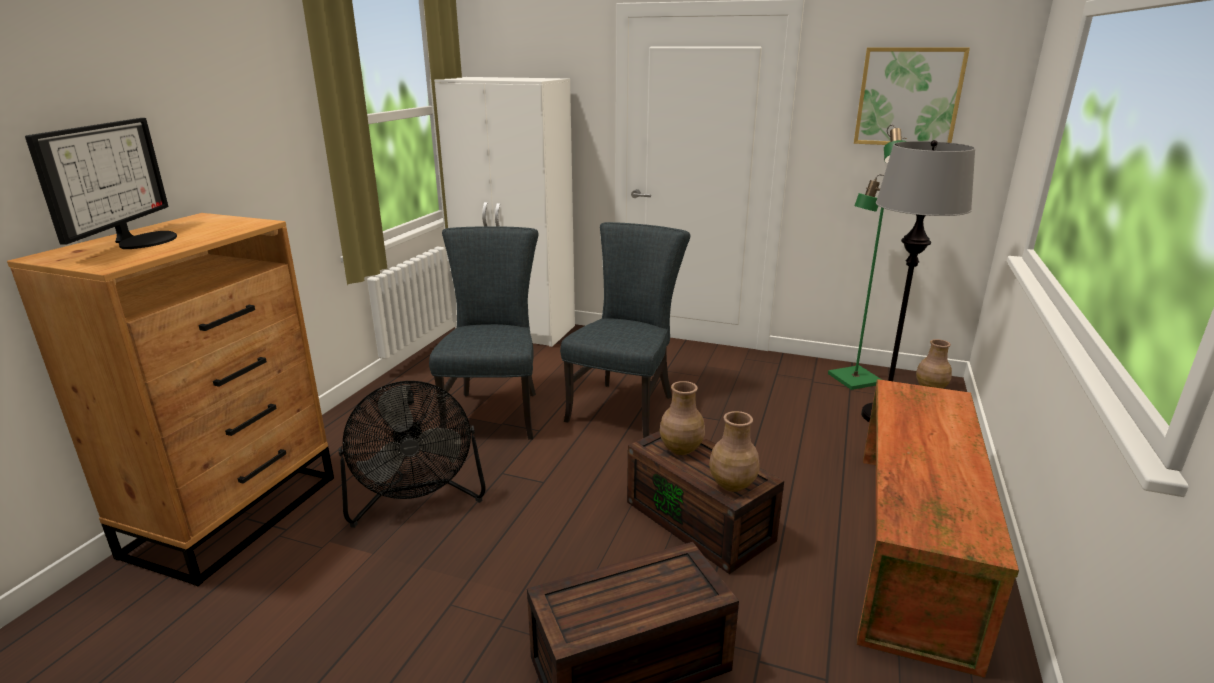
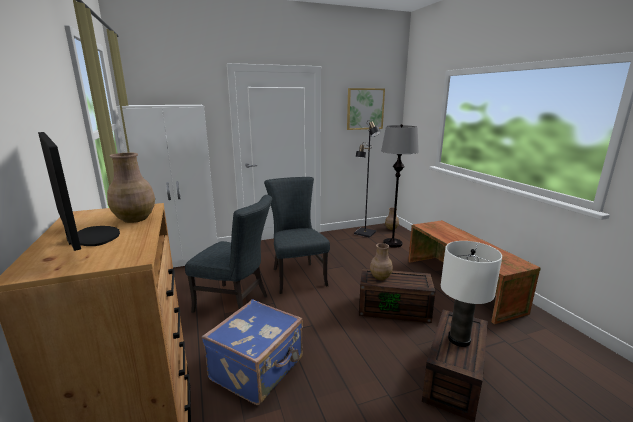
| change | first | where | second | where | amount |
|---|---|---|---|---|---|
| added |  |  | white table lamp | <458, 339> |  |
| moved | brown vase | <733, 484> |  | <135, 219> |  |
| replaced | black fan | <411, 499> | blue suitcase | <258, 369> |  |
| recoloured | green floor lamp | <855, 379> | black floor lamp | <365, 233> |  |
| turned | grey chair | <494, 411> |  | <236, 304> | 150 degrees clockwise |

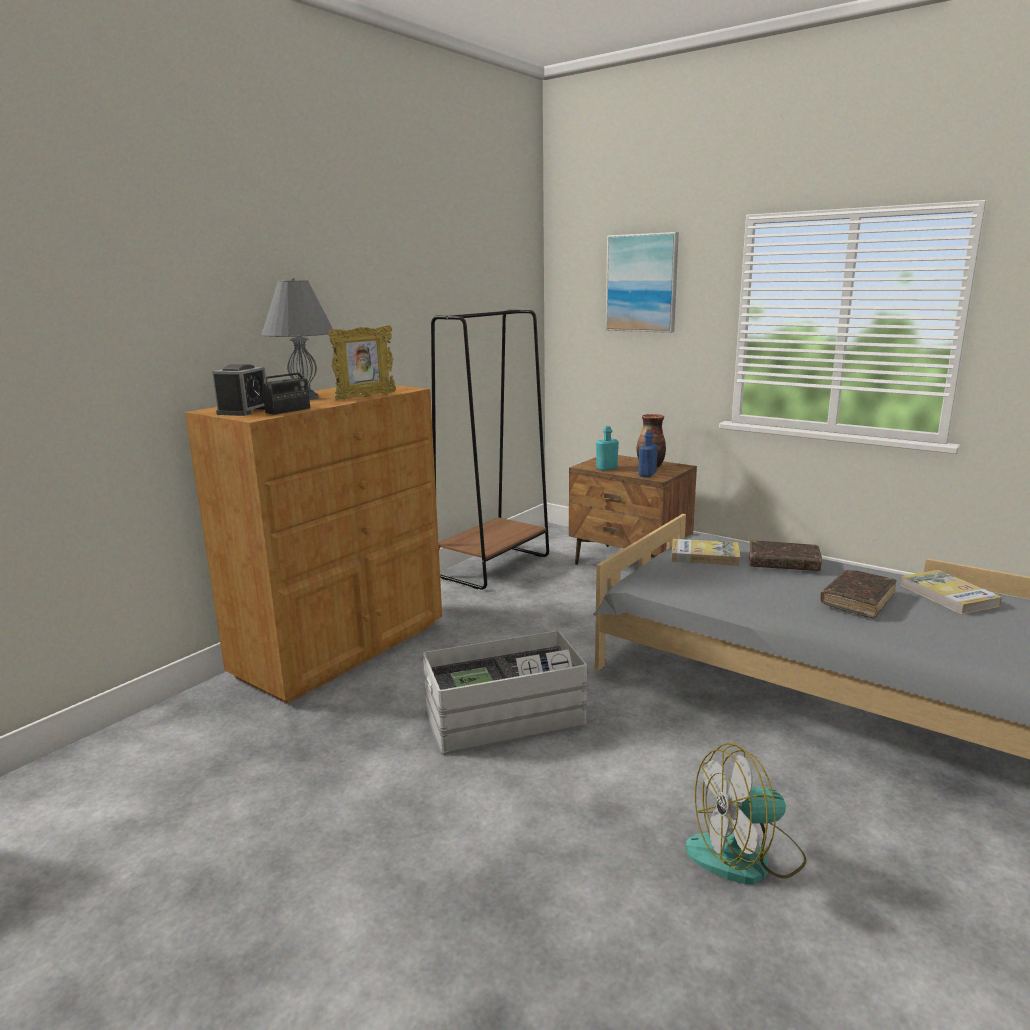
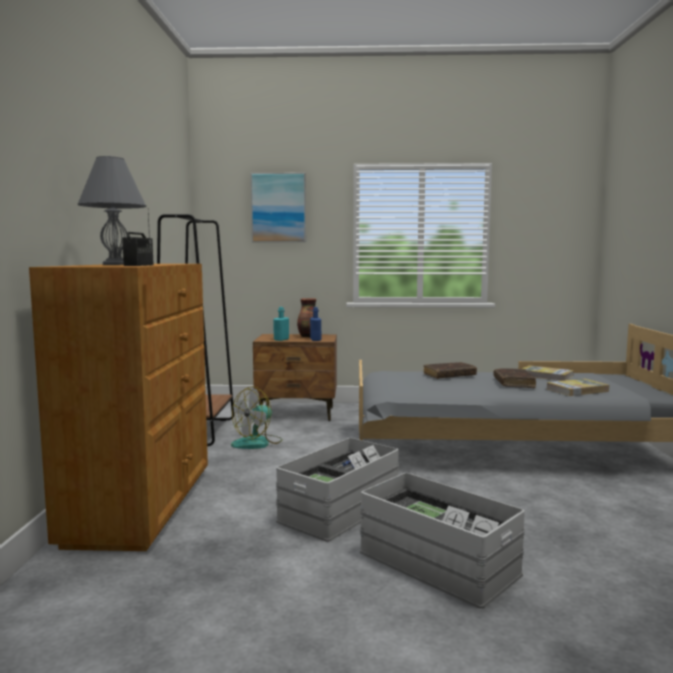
| change | first | where | second | where | amount |
|---|---|---|---|---|---|
| removed | alarm clock | <244, 411> |  |  |  |
| removed | picture frame | <365, 397> |  |  |  |
| added |  |  | grey storage box | <439, 562> |  |
| moved | book | <704, 556> |  | <577, 390> |  |
| moved | fan | <746, 856> |  | <257, 443> |  |

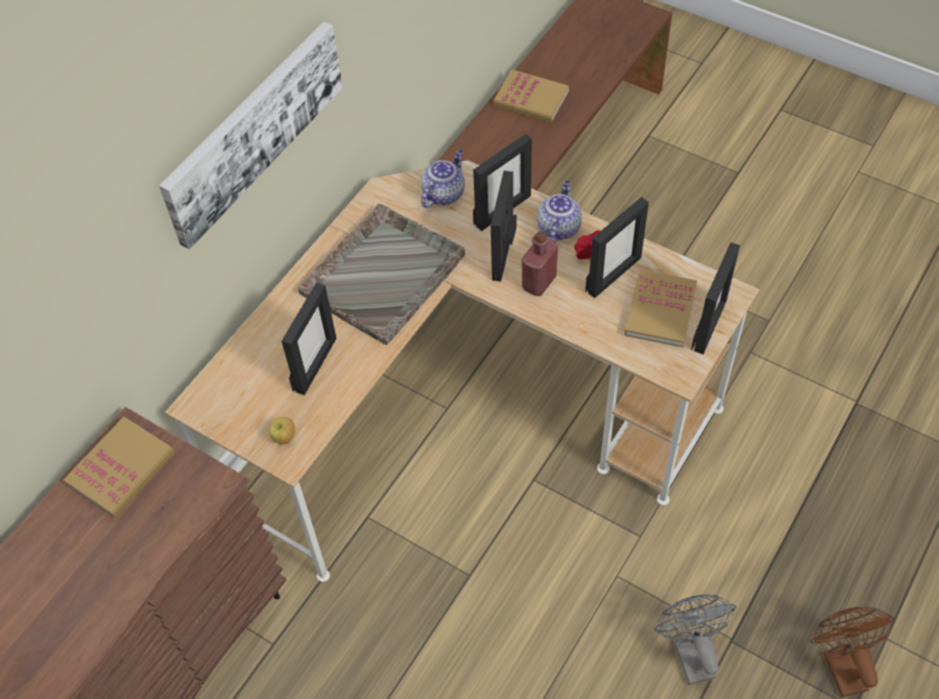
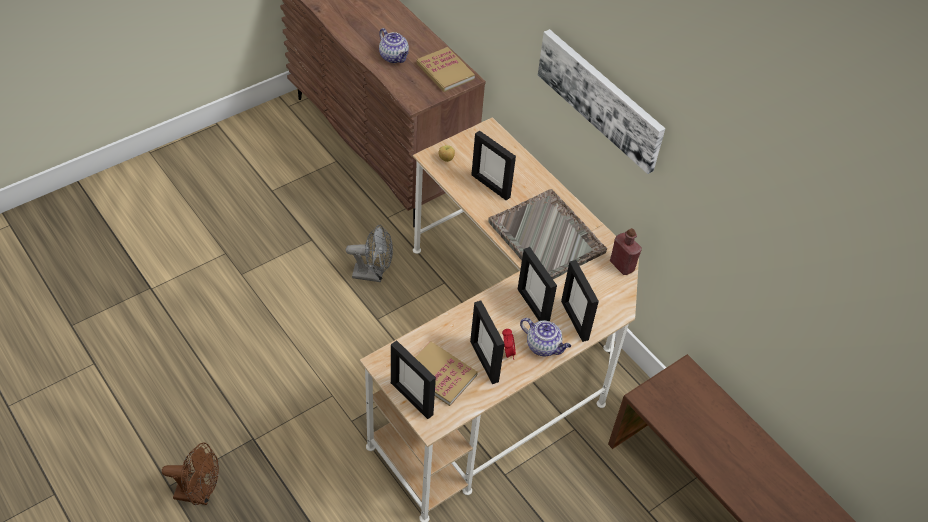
| change | first | where | second | where | amount |
|---|---|---|---|---|---|
| removed | book | <531, 99> |  |  |  |
| moved | teapot | <443, 193> |  | <394, 57> |  |
| moved | red bottle | <539, 282> |  | <622, 265> |  |
| moved | grey fan | <689, 652> |  | <373, 274> |  |
| turned | picture frame | <504, 254> |  | <534, 306> | 150 degrees counterclockwise |

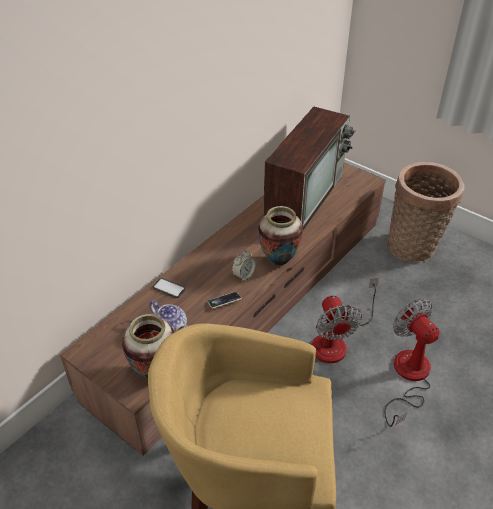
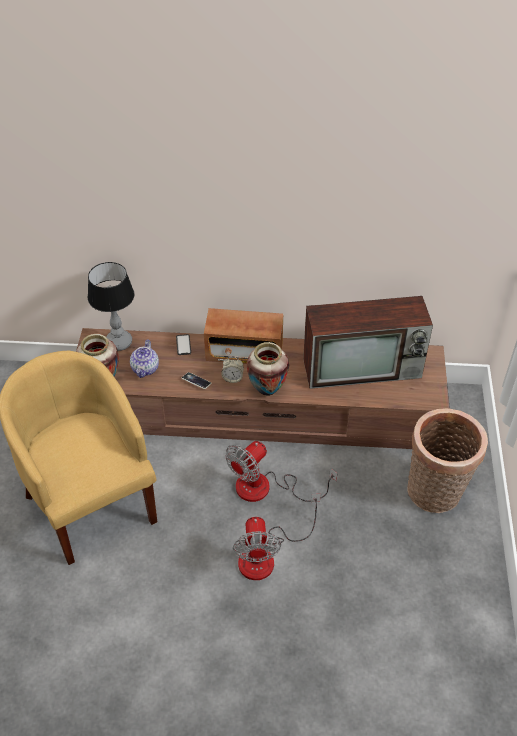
| change | first | where | second | where | amount |
|---|---|---|---|---|---|
| added |  |  | table lamp | <118, 342> |  |
| added |  |  | radio | <244, 352> |  |
| turned | fan | <408, 377> |  | <266, 555> | 150 degrees clockwise |

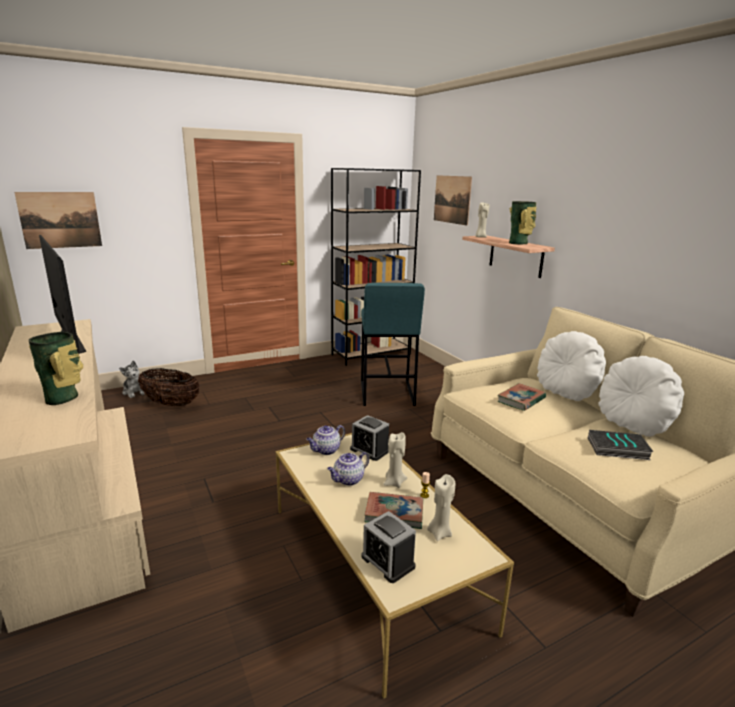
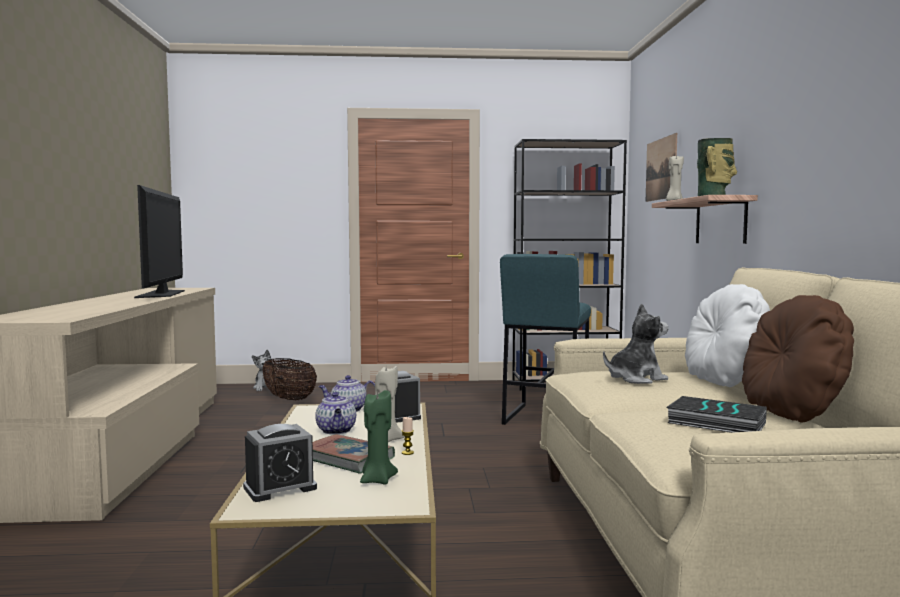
| change | first | where | second | where | amount |
|---|---|---|---|---|---|
| removed | picture | <60, 220> |  |  |  |
| removed | vase | <64, 397> |  |  |  |
| replaced | book | <521, 400> | plush toy | <635, 379> |  |
| recoloured | beige candle | <439, 533> | green candle | <377, 480> |  |
| recoloured | white pillow | <632, 426> | brown pillow | <792, 415> |  |
| turned | teapot | <348, 480> |  | <336, 431> | 90 degrees counterclockwise |
| turned | alarm clock | <388, 562> |  | <280, 488> | 105 degrees counterclockwise |

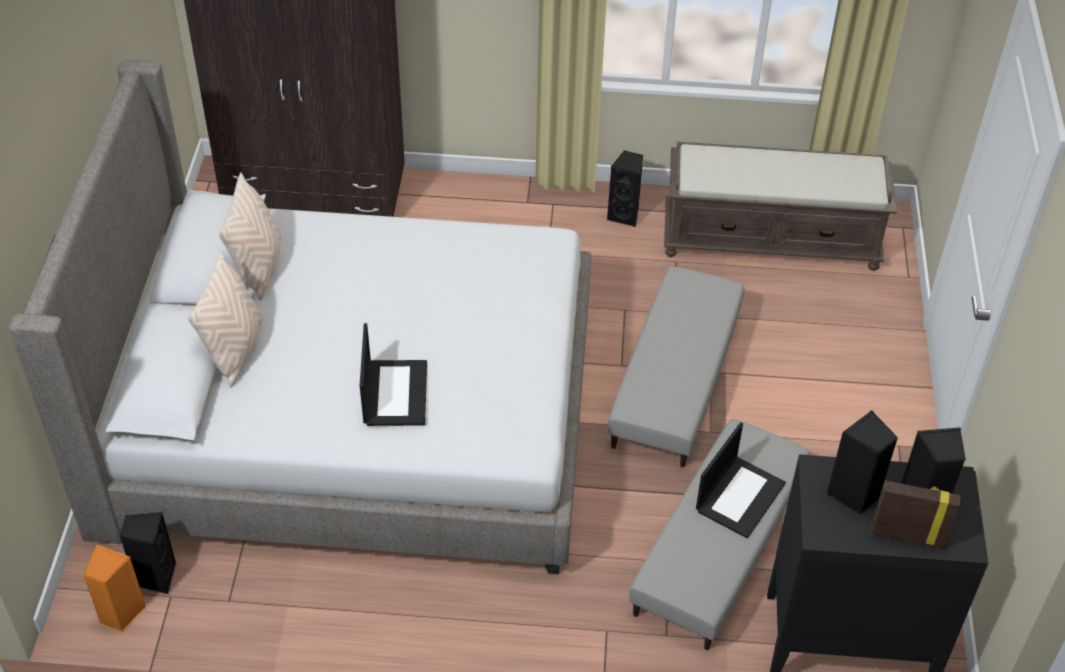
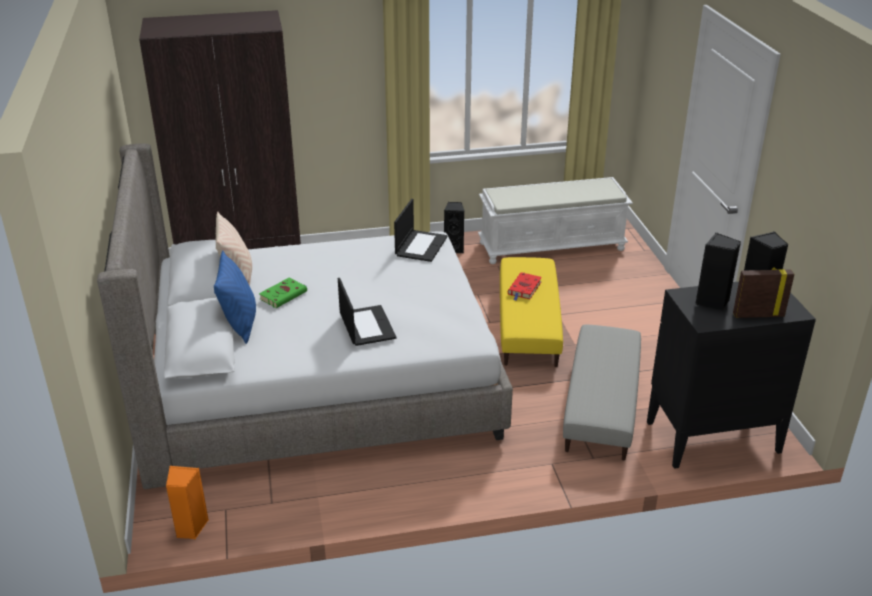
| change | first | where | second | where | amount |
|---|---|---|---|---|---|
| removed | black speaker | <156, 577> |  |  |  |
| added |  |  | green book | <284, 295> |  |
| added |  |  | red book | <524, 289> |  |
| moved | laptop | <740, 496> |  | <421, 246> |  |
| recoloured | beige pillow | <235, 350> | blue pillow | <240, 324> |  |
| recoloured | grey ottoman | <676, 380> | yellow ottoman | <528, 323> |  |
| recoloured | brown bench | <772, 239> | white bench | <552, 246> |  |

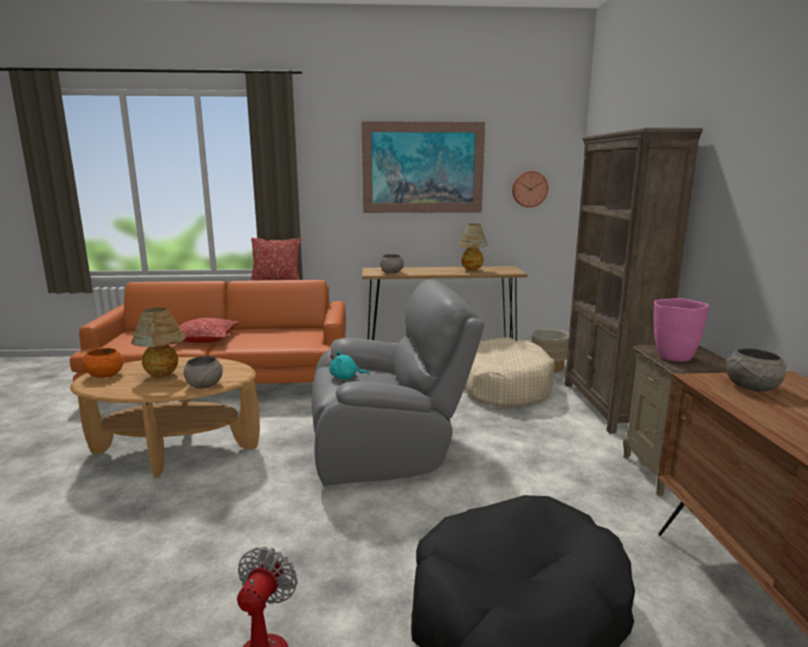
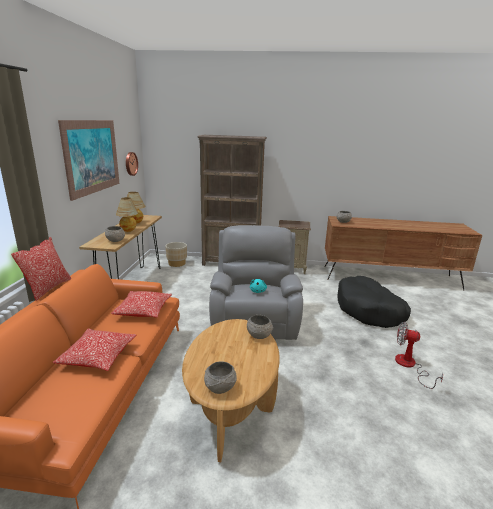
| change | first | where | second | where | amount |
|---|---|---|---|---|---|
| removed | beige dog bed | <504, 386> |  |  |  |
| removed | pink vase | <673, 357> |  |  |  |
| added |  |  | pillow | <143, 311> |  |
| moved | table lamp | <163, 375> |  | <128, 231> |  |
| recoloured | orange bowl | <105, 375> | grey bowl | <219, 388> |  |

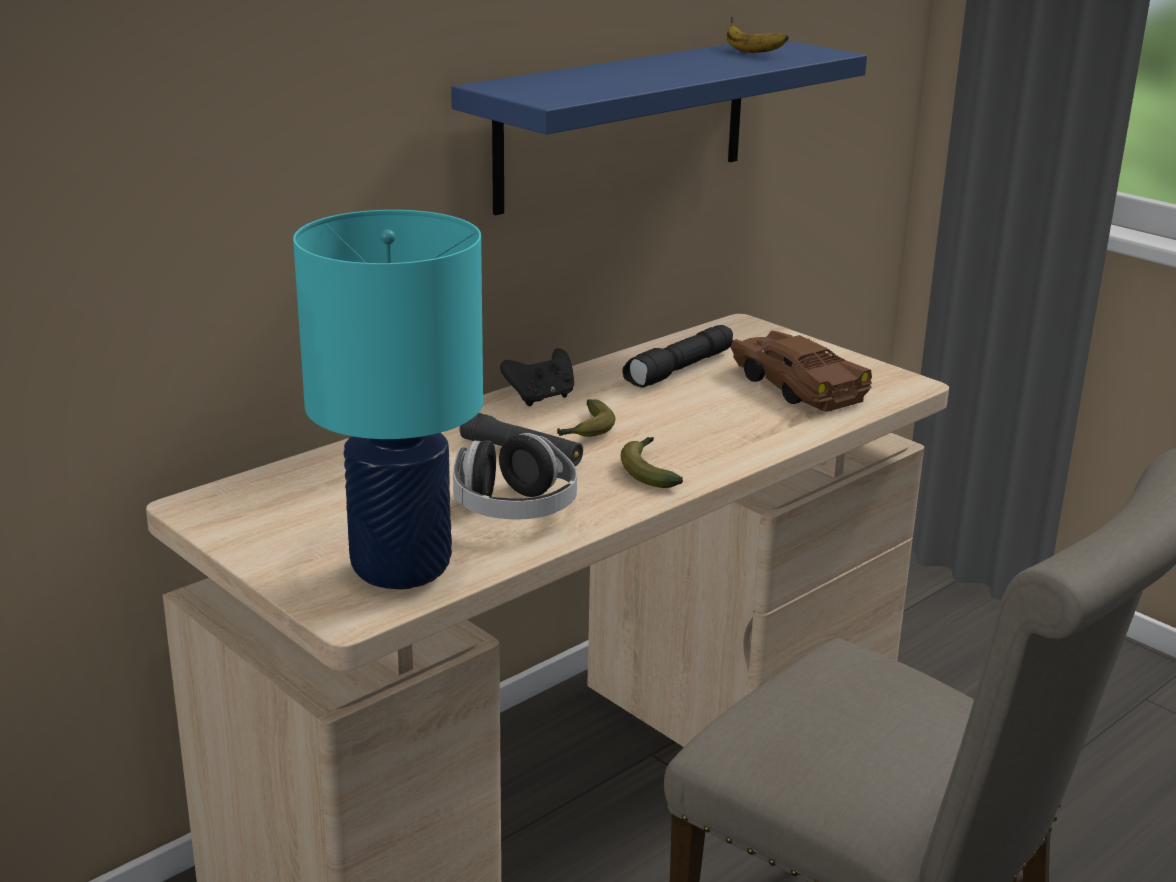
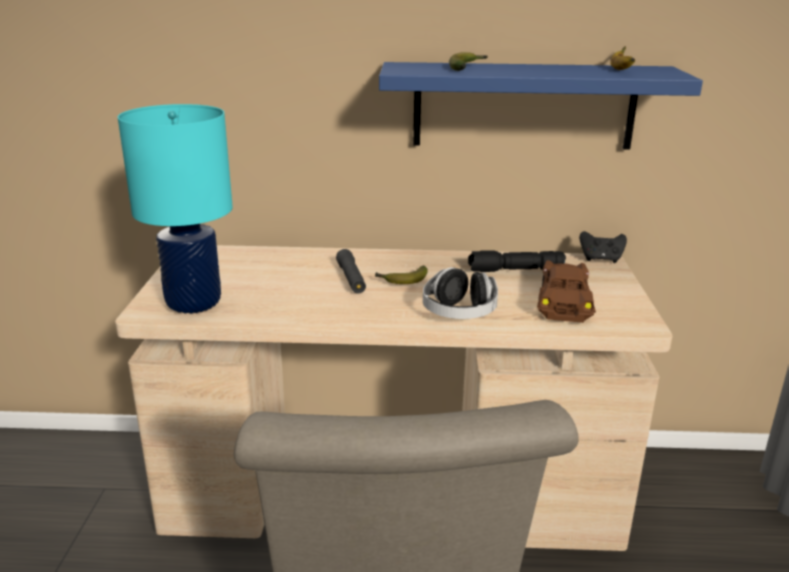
| change | first | where | second | where | amount |
|---|---|---|---|---|---|
| moved | headphones | <515, 510> |  | <459, 313> |  |
| moved | black game controller | <541, 398> |  | <601, 259> |  |
| moved | banana | <649, 470> |  | <467, 68> |  |

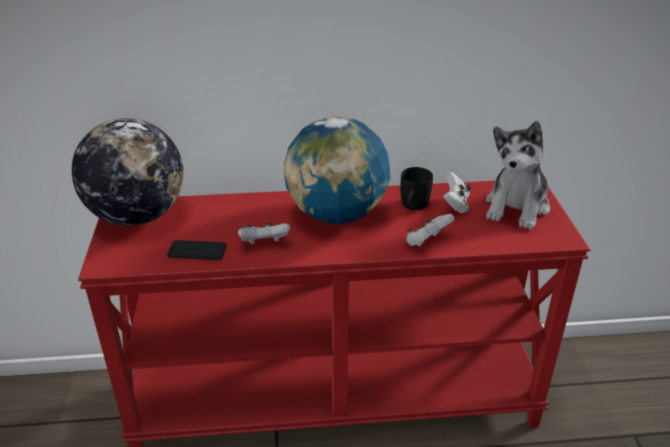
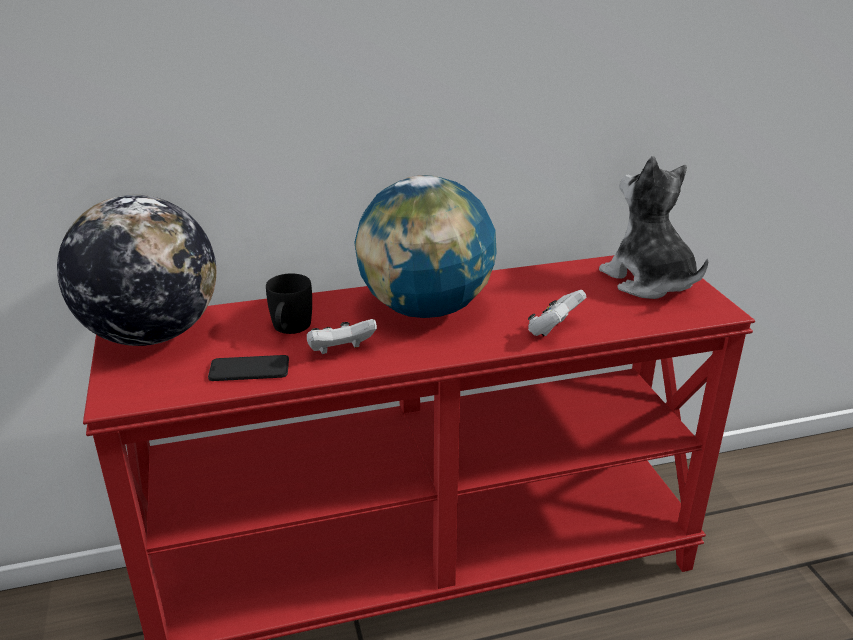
| change | first | where | second | where | amount |
|---|---|---|---|---|---|
| removed | white game controller | <455, 204> |  |  |  |
| moved | black mug | <413, 206> |  | <289, 329> |  |
| turned | plush toy | <517, 207> |  | <648, 282> | 135 degrees clockwise |

